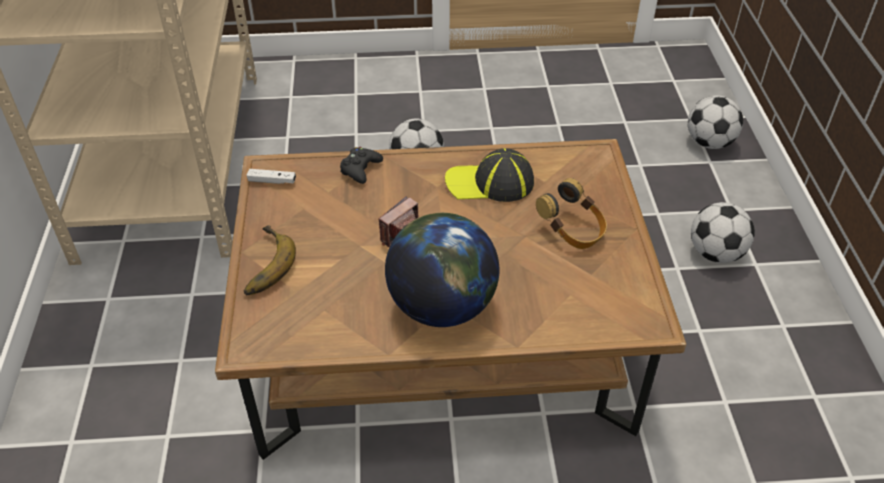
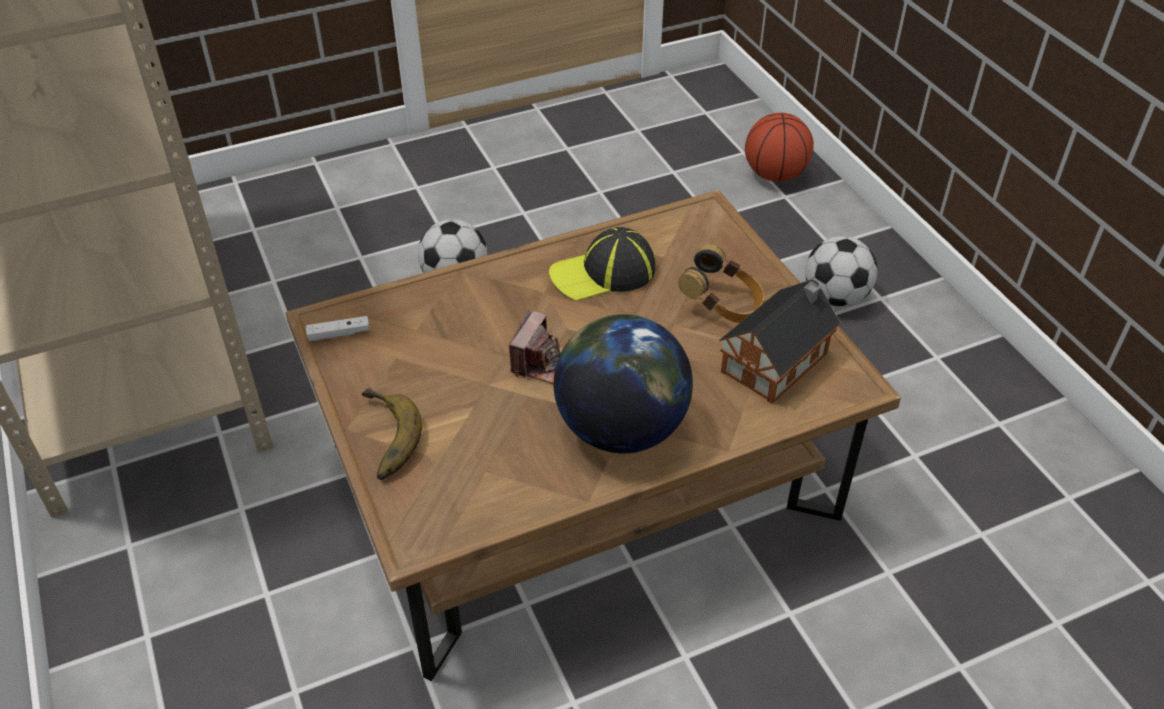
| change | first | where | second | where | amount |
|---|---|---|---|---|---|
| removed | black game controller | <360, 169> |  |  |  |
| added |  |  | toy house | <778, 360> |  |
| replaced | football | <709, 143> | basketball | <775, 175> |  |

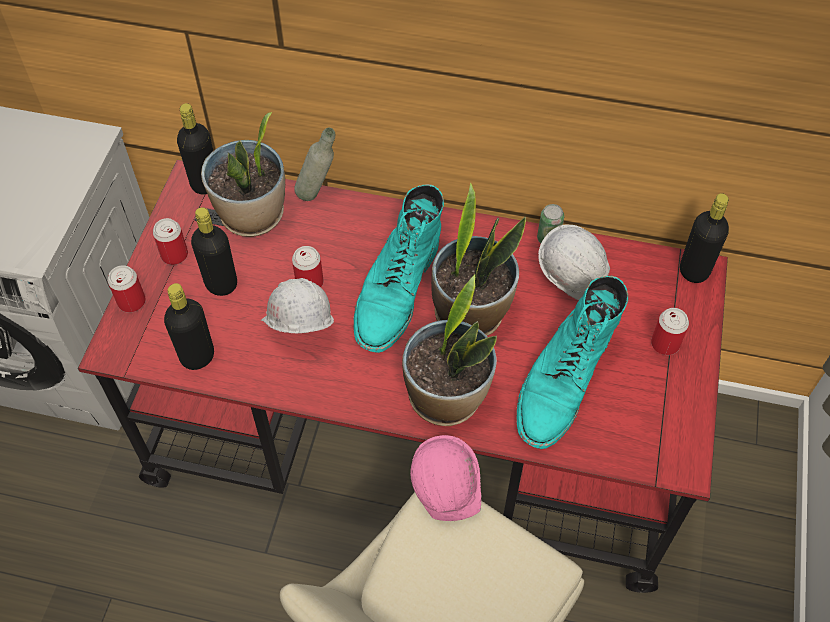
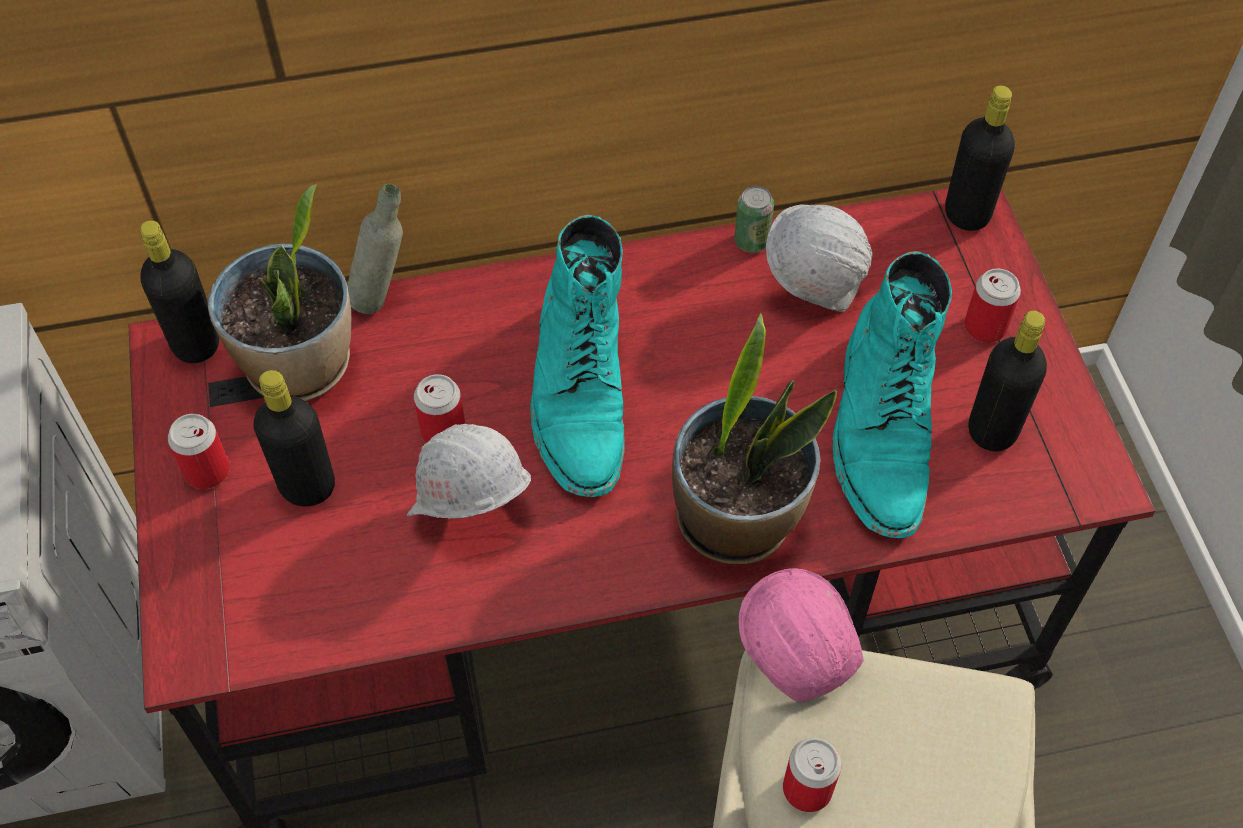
| change | first | where | second | where | amount |
|---|---|---|---|---|---|
| removed | potted plant | <470, 313> |  |  |  |
| moved | can | <131, 302> |  | <807, 789> |  |
| moved | black bottle | <197, 356> |  | <992, 430> |  |

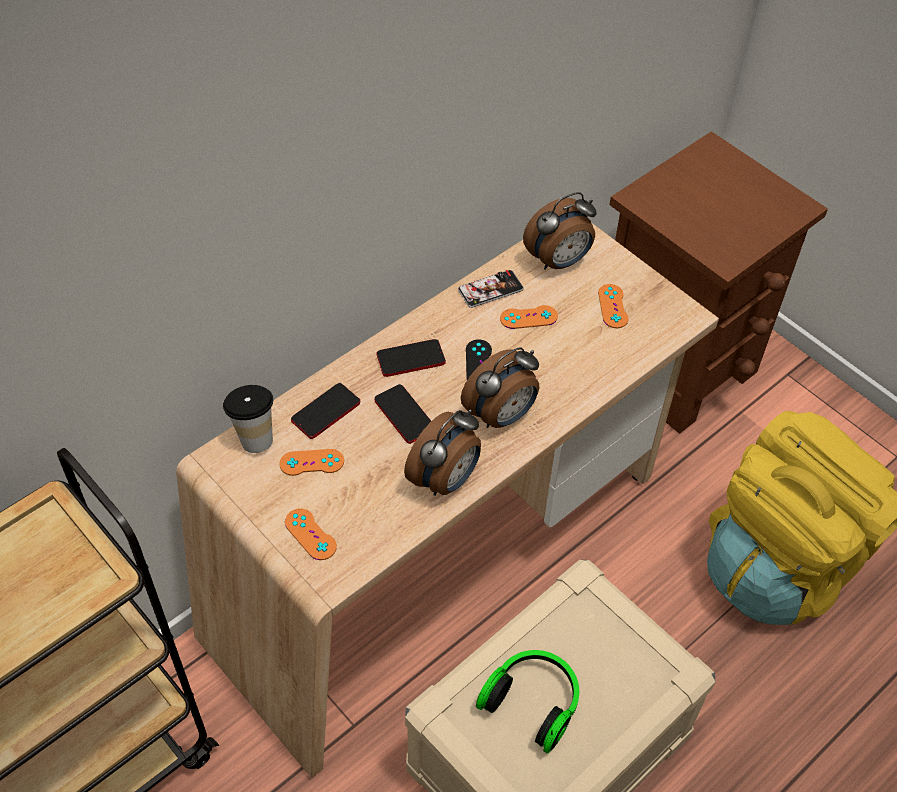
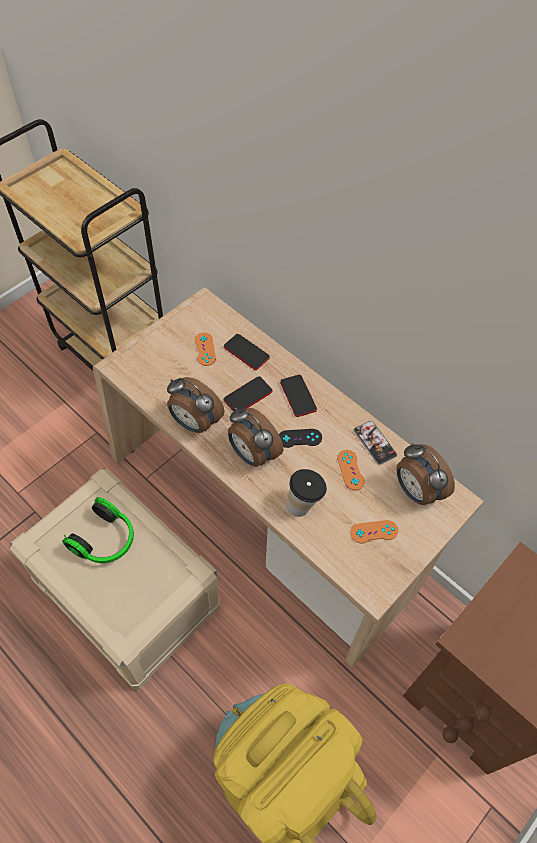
| change | first | where | second | where | amount |
|---|---|---|---|---|---|
| removed | orange game controller | <310, 534> |  |  |  |
| moved | cup | <254, 436> |  | <304, 504> |  |

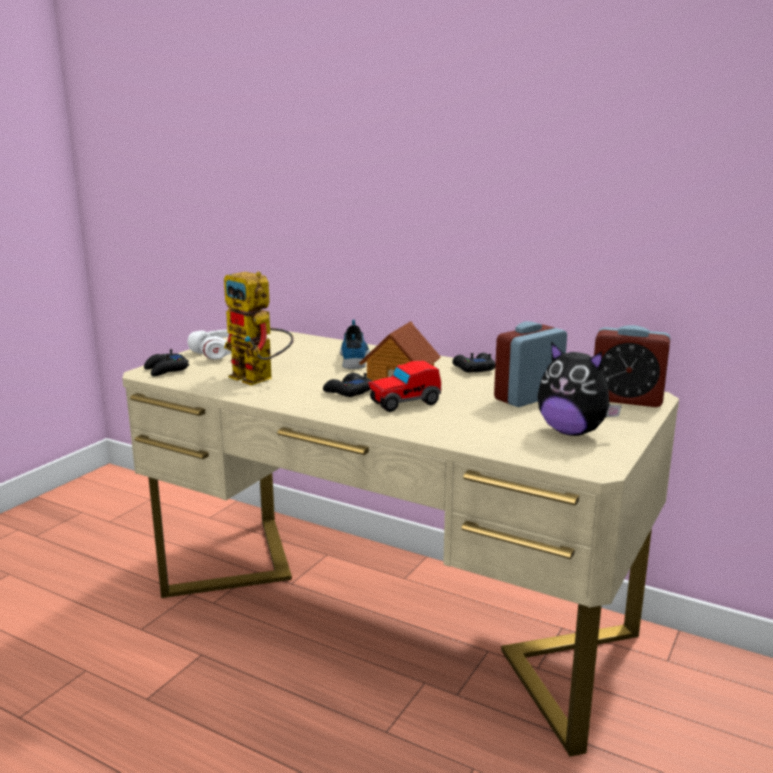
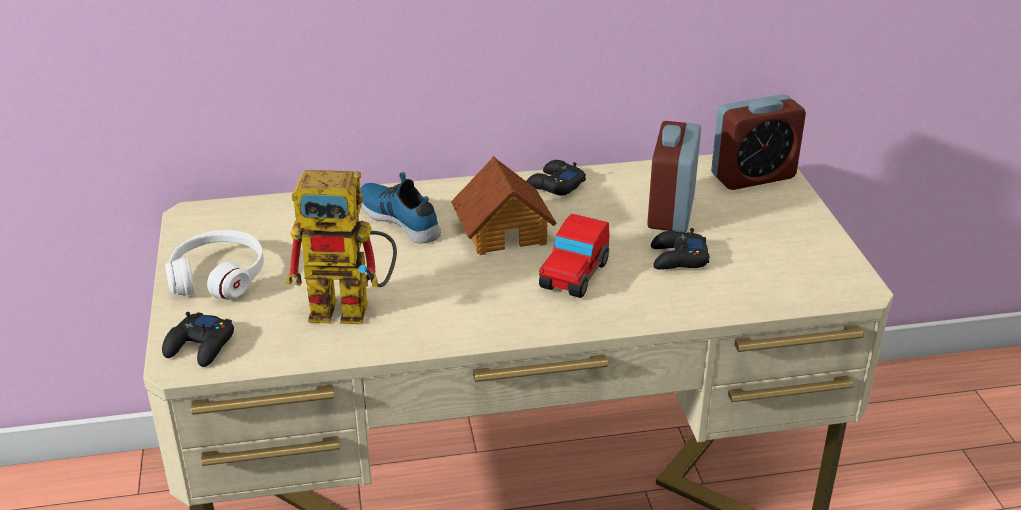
| change | first | where | second | where | amount |
|---|---|---|---|---|---|
| removed | plush toy | <572, 432> |  |  |  |
| moved | black game controller | <348, 392> |  | <678, 258> |  |

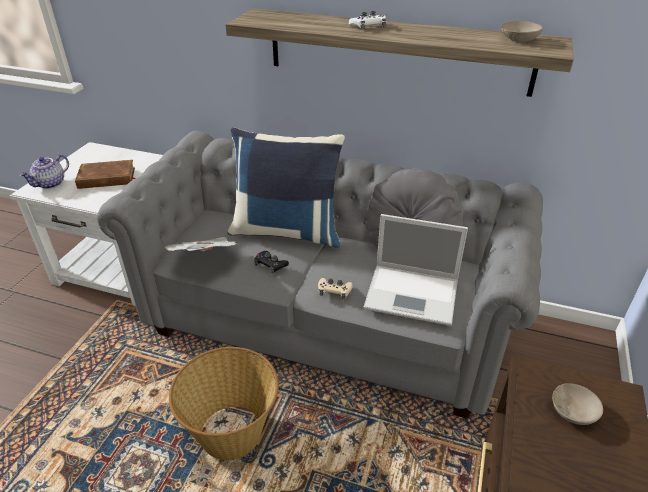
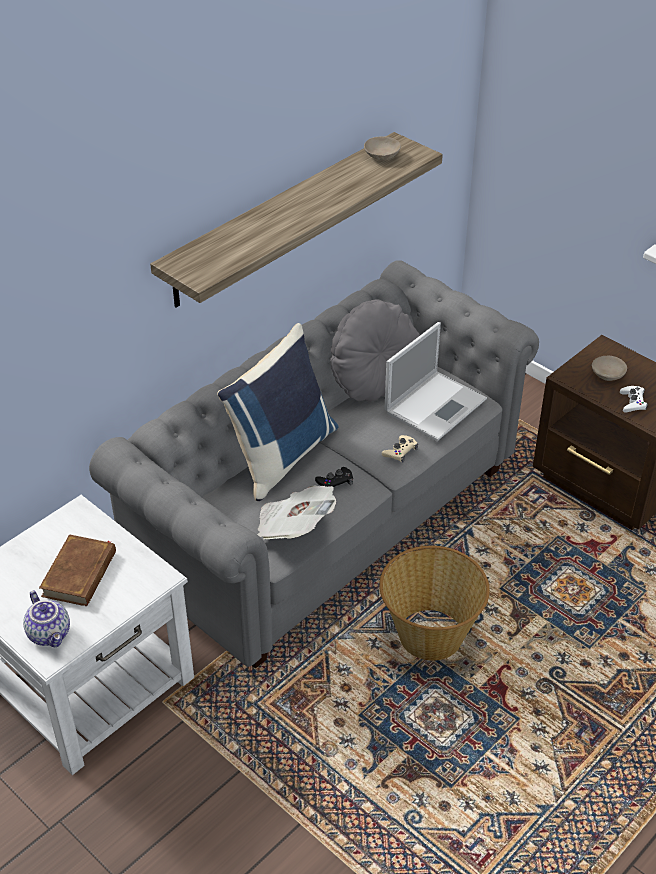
| change | first | where | second | where | amount |
|---|---|---|---|---|---|
| moved | white game controller | <368, 26> |  | <633, 402> |  |

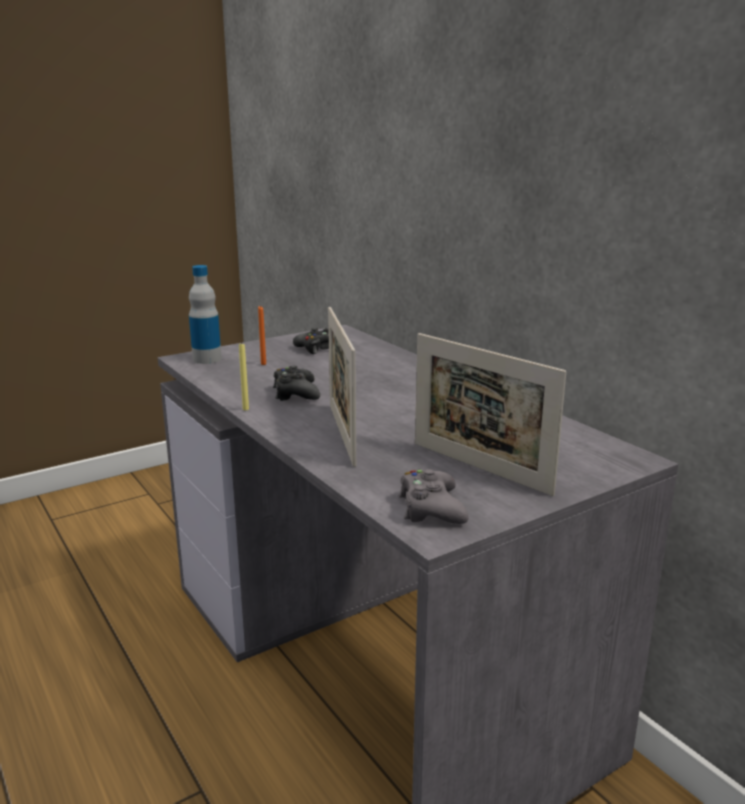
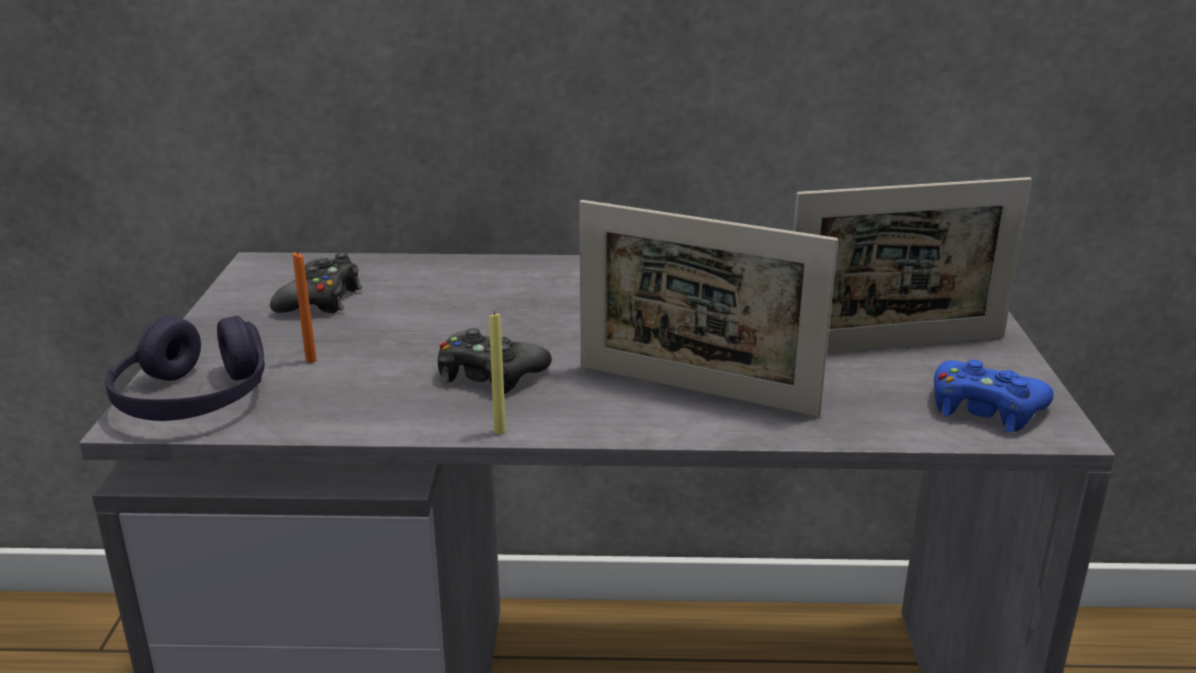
| change | first | where | second | where | amount |
|---|---|---|---|---|---|
| replaced | bottle | <207, 359> | purple headphones | <193, 399> |  |
| recoloured | grey game controller | <431, 508> | blue game controller | <985, 409> |  |

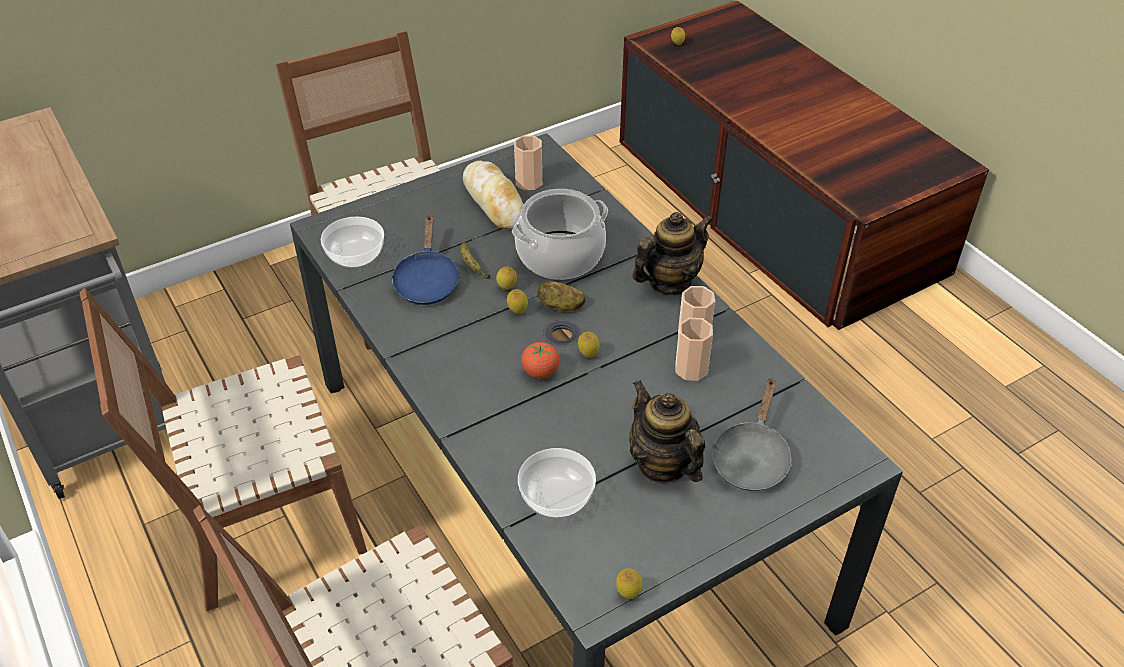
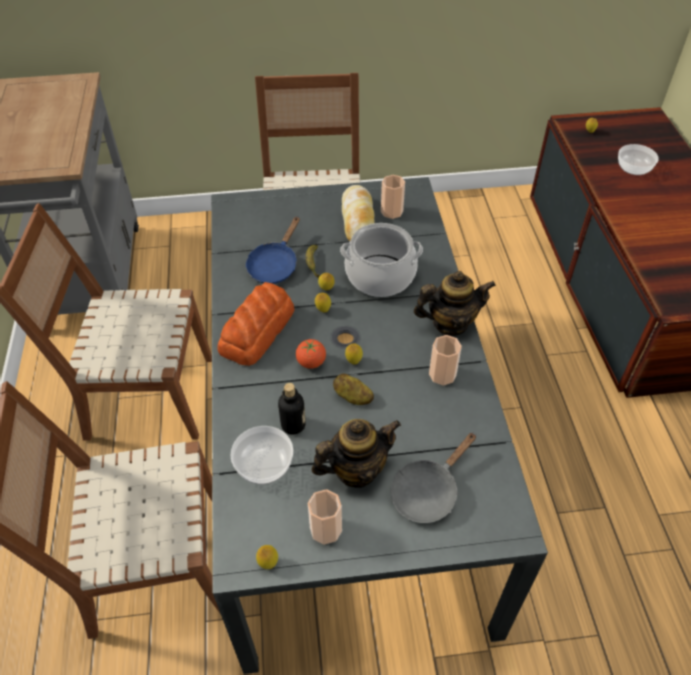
| change | first | where | second | where | amount |
|---|---|---|---|---|---|
| added |  |  | bread | <258, 330> |  |
| added |  |  | bottle | <293, 425> |  |
| moved | bowl | <356, 254> |  | <634, 167> |  |
| moved | potato | <561, 306> |  | <352, 397> |  |
| moved | cup | <691, 369> |  | <326, 529> |  |
| turned | teapot | <662, 464> |  | <356, 469> | 75 degrees clockwise |

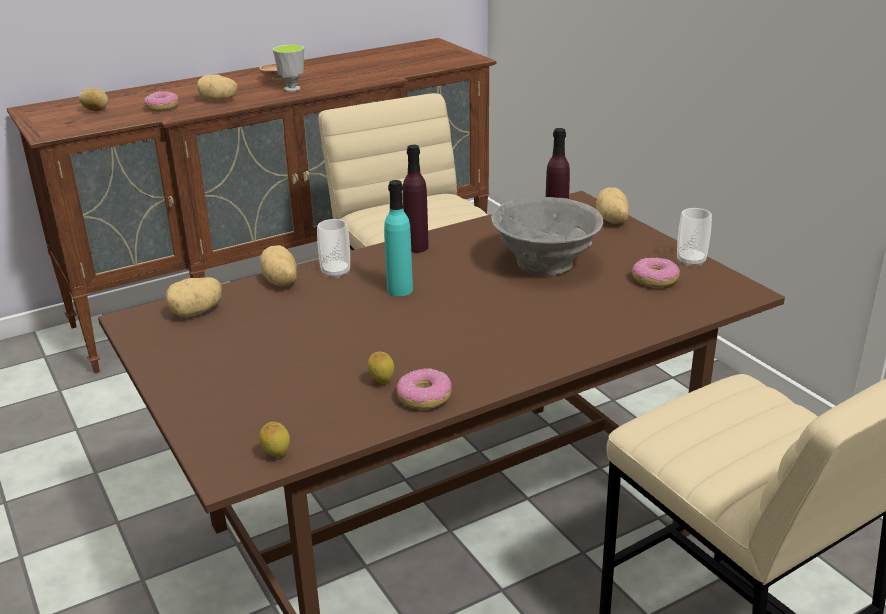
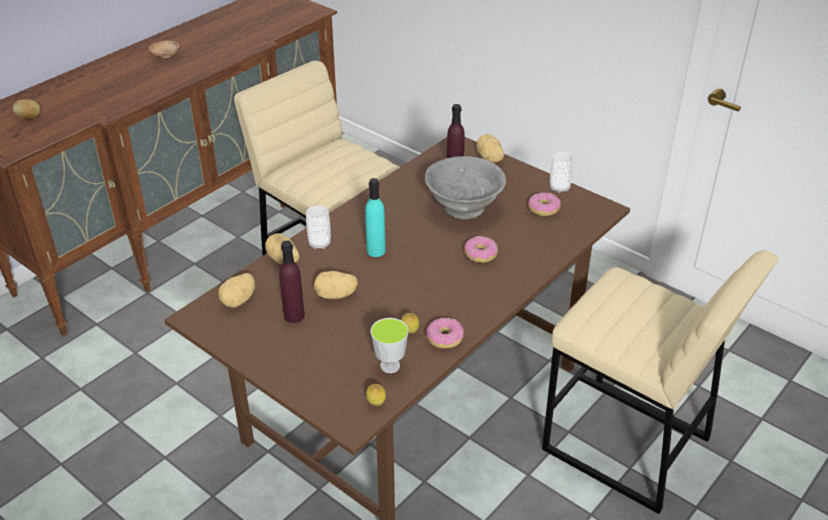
| change | first | where | second | where | amount |
|---|---|---|---|---|---|
| moved | donut | <162, 107> |  | <480, 254> |  |
| moved | potato | <218, 100> |  | <336, 295> |  |
| moved | cup | <292, 89> |  | <390, 366> |  |
| moved | purple bottle | <416, 247> |  | <294, 315> |  |

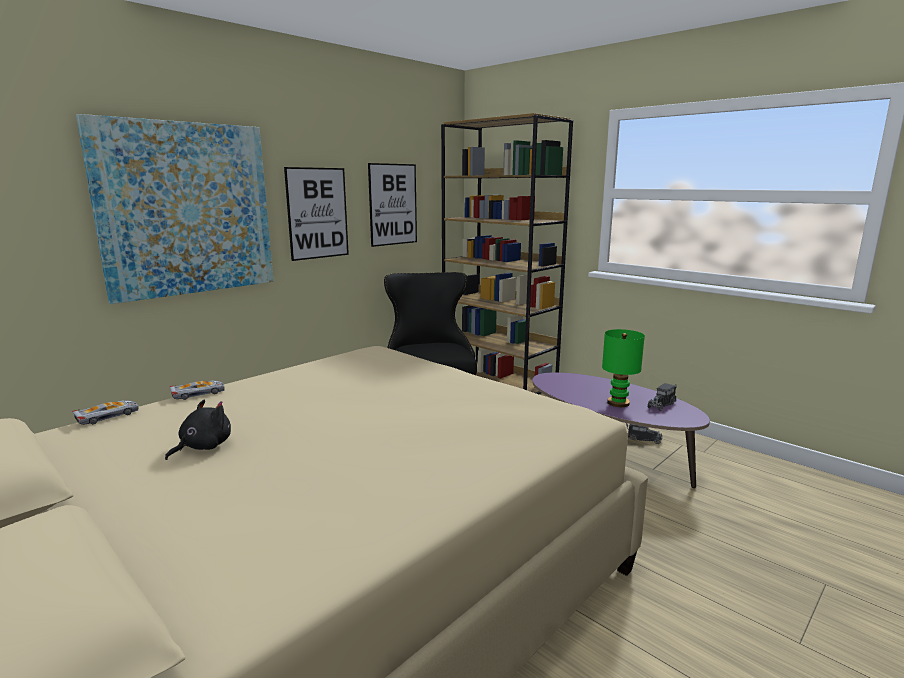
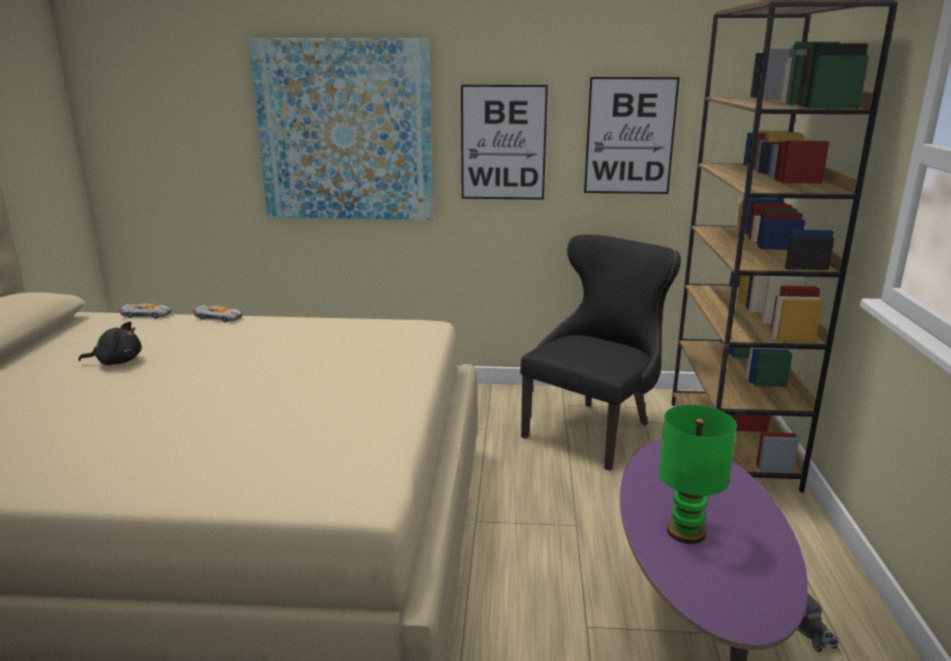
| change | first | where | second | where | amount |
|---|---|---|---|---|---|
| removed | toy truck | <661, 404> |  |  |  |

